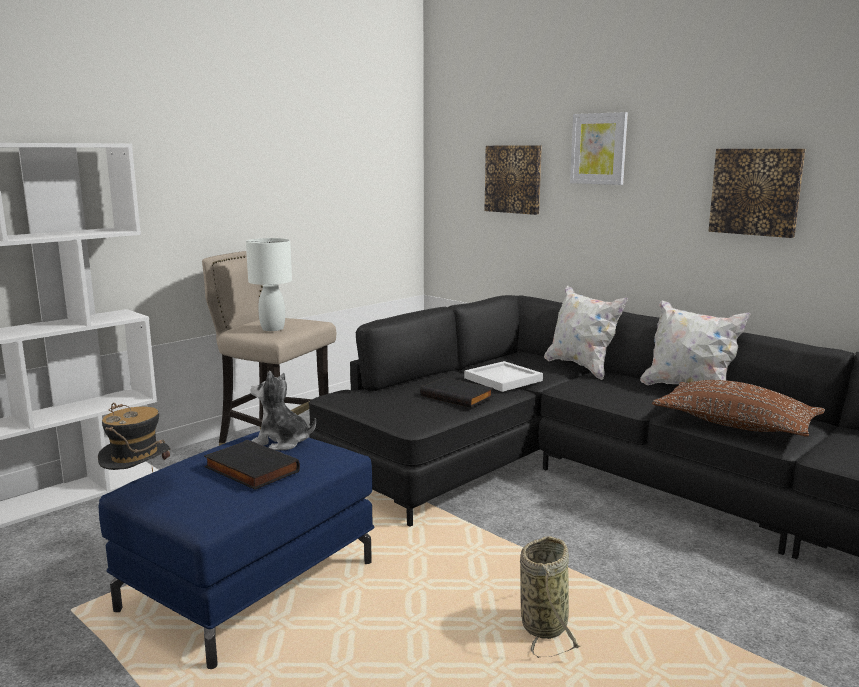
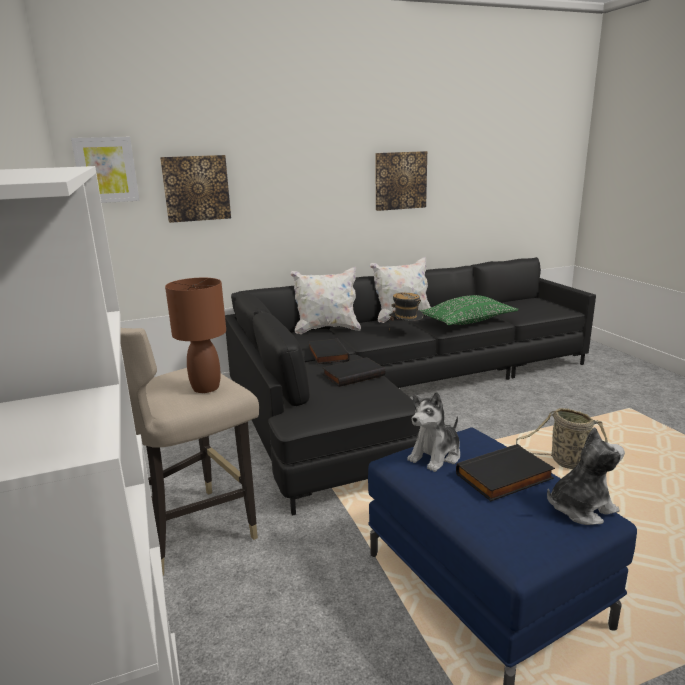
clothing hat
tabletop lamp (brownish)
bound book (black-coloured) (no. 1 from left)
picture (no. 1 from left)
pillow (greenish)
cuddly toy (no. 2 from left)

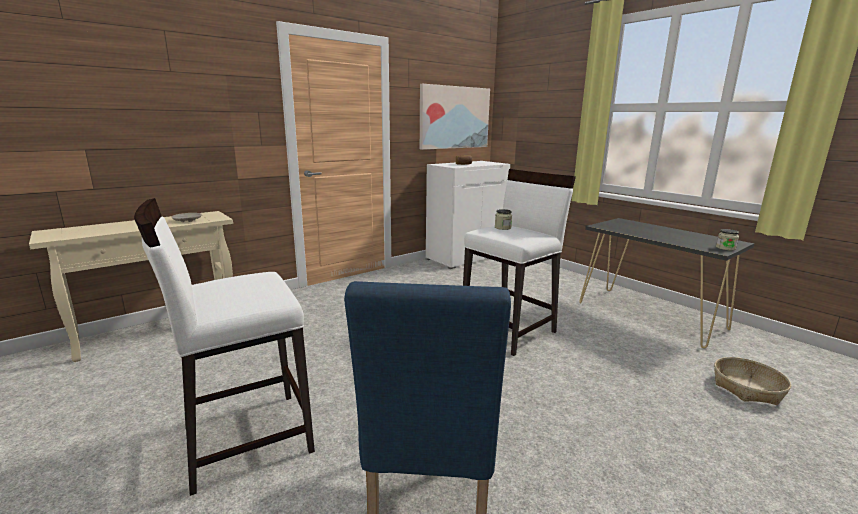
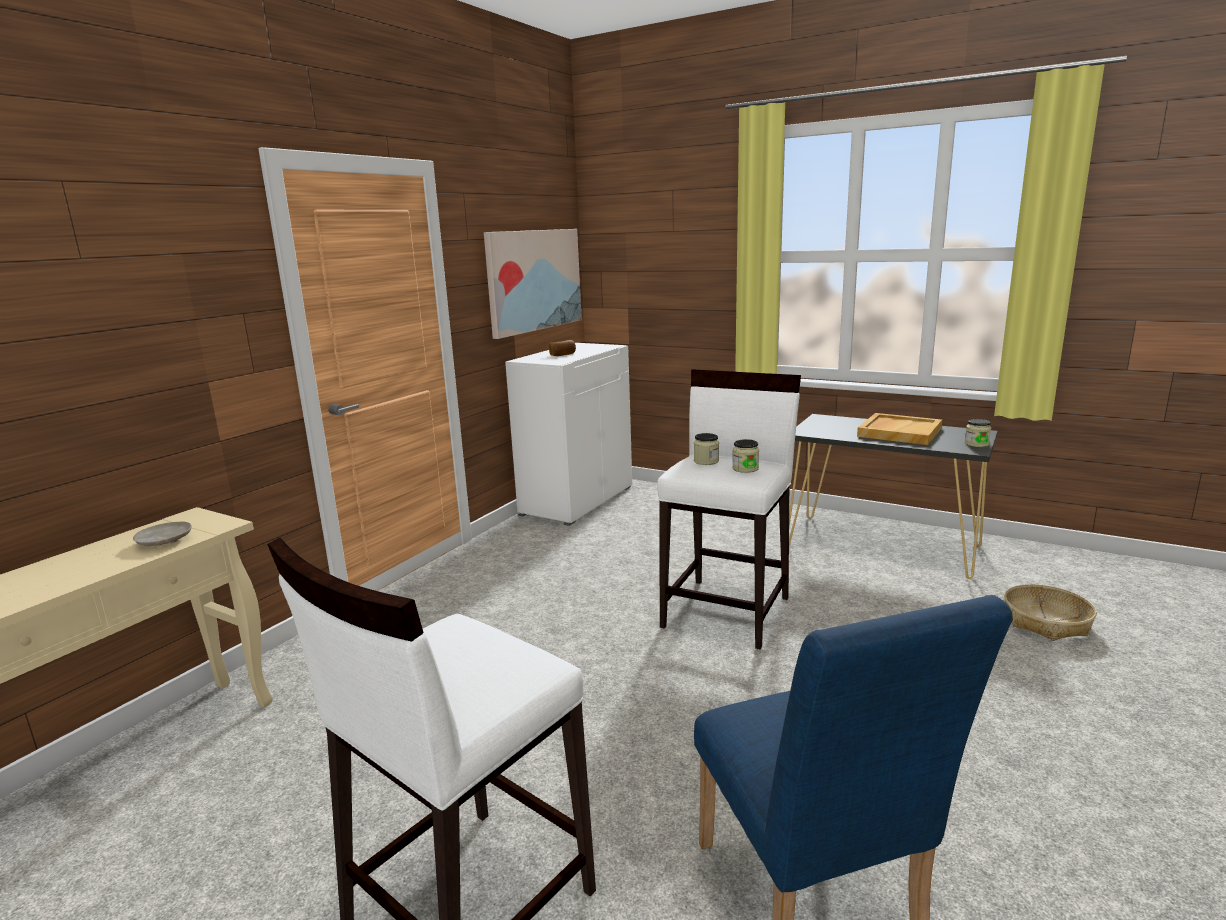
preserve jar (no. 2 from left)
serving tray (beige-coloured)

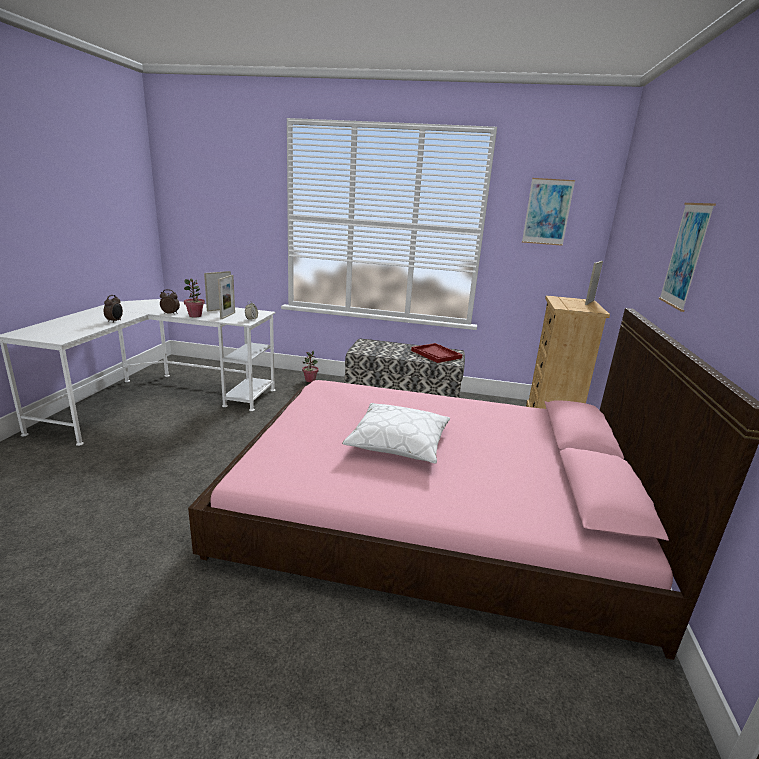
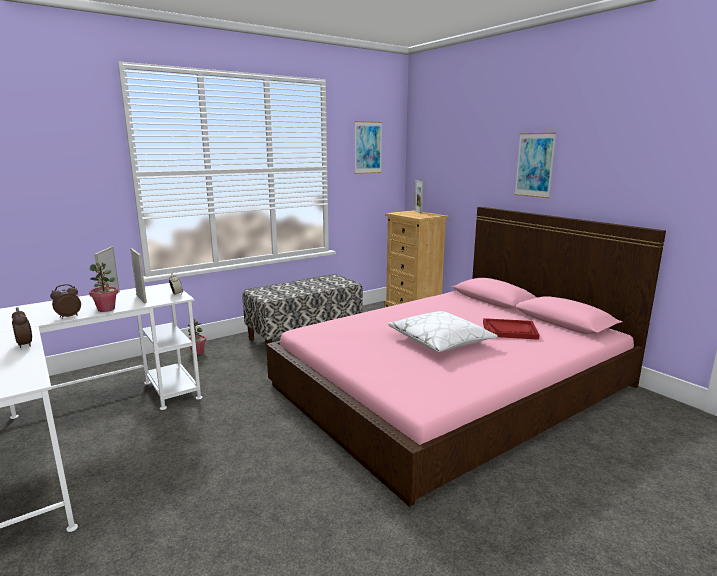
serving tray (red-coloured)

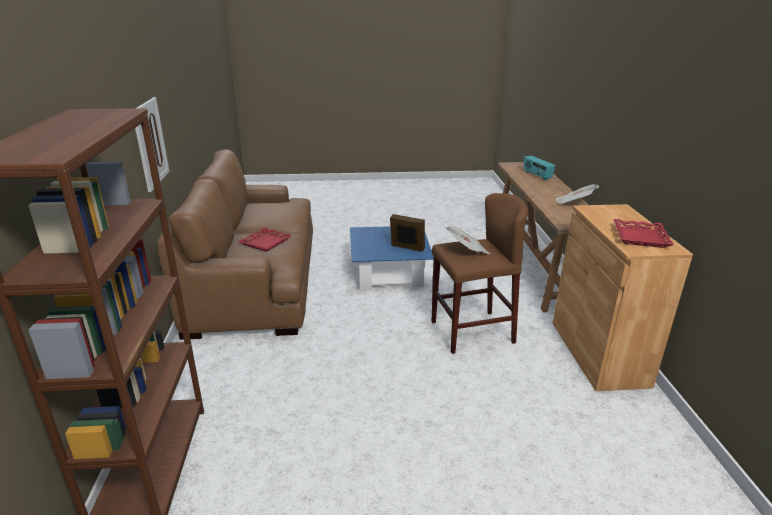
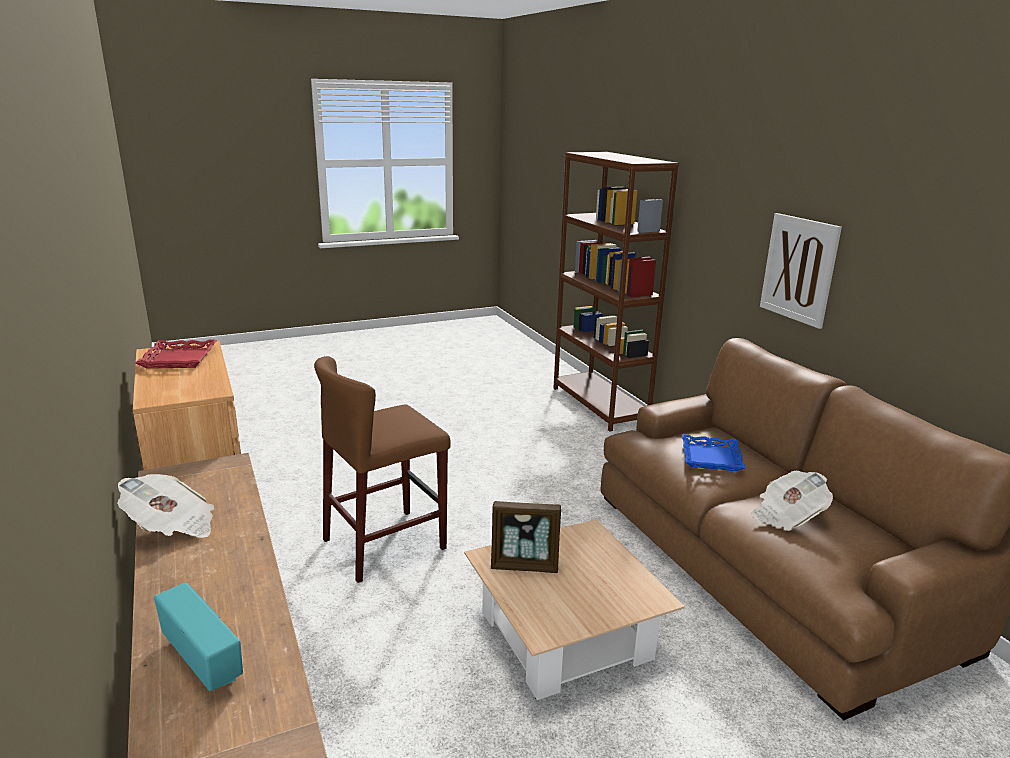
serving tray (bluish)
coffee table (beige-coloured)
printed paper (no. 2 from left)

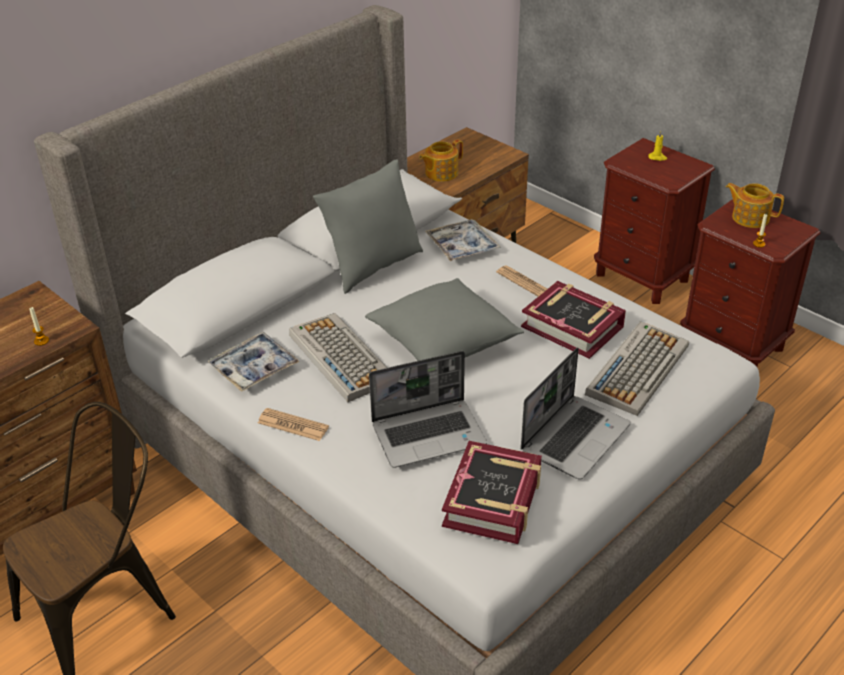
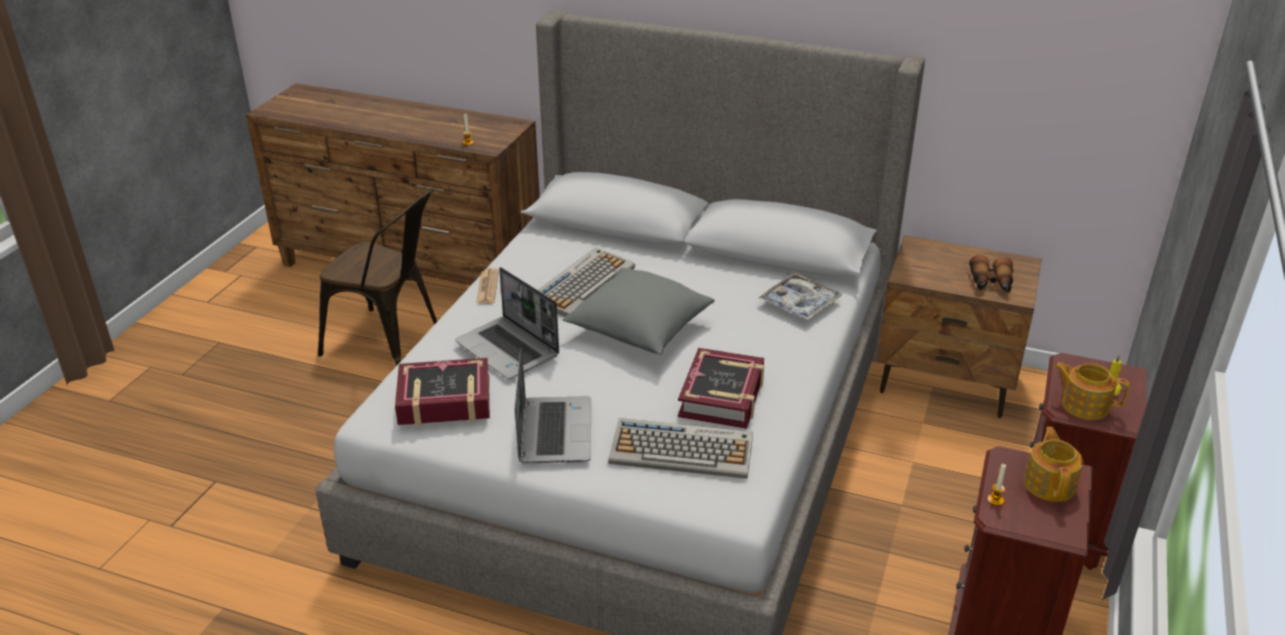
serving tray (no. 1 from left in the first image)
pillow (grey) (no. 1 from left in the first image)
pot for tea (no. 2 from left)
printed paper (no. 2 from left in the first image)
laptop (no. 2 from left)
field glasses

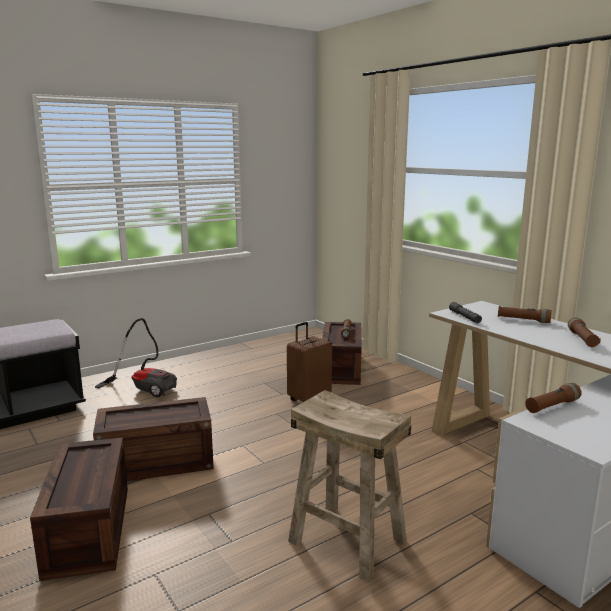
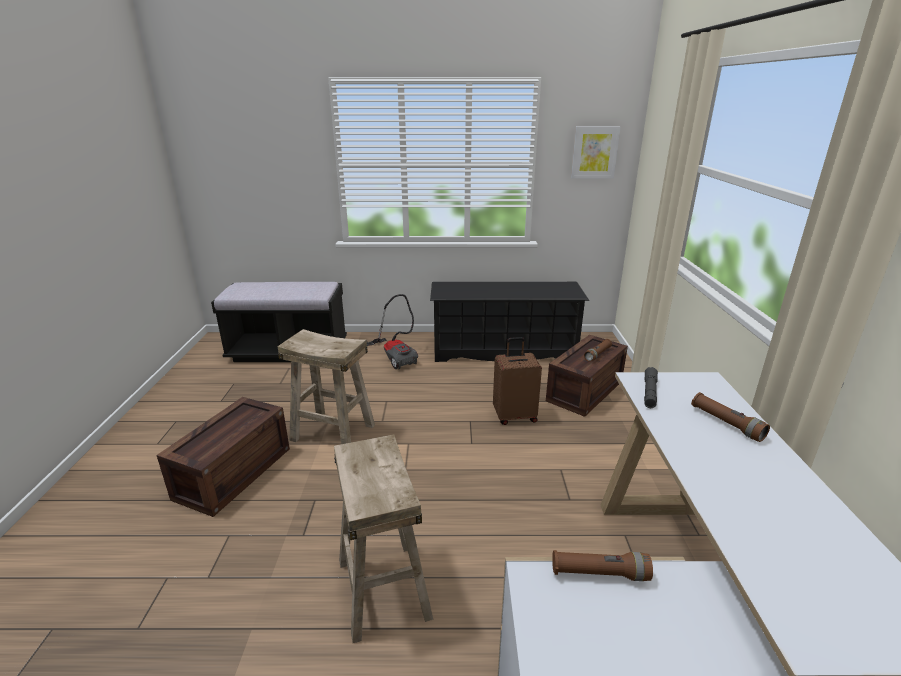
stool seat (beige-coloured) (no. 1 from left)
torch (brownish) (no. 4 from left in the first image)
shoe shelf (black-coloured)
picture

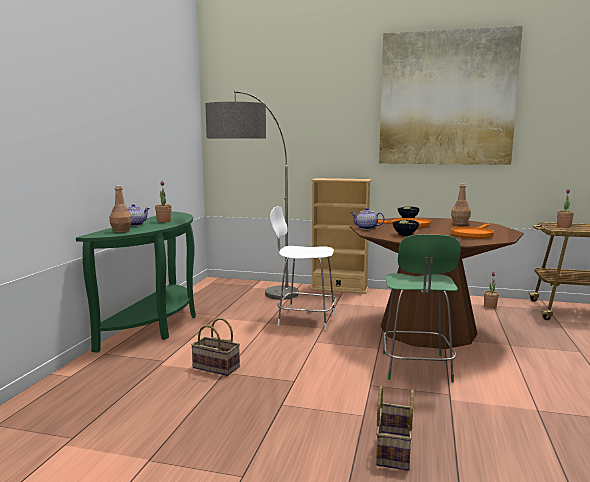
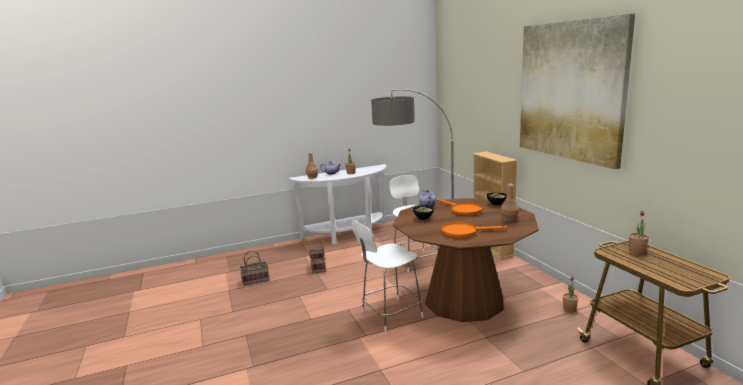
narrow table (whitish)
storage basket (no. 1 from left)
stool seat (whitish) (no. 1 from left)

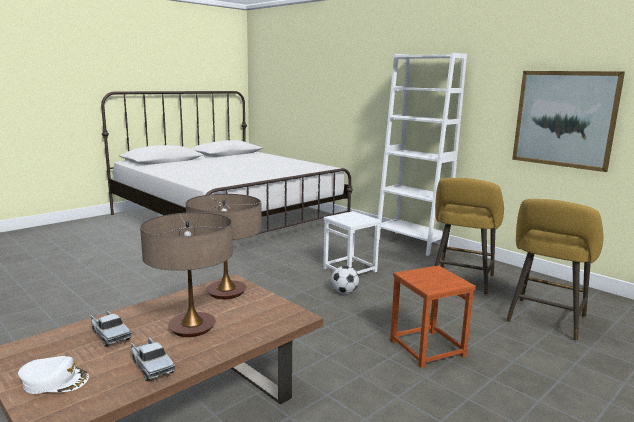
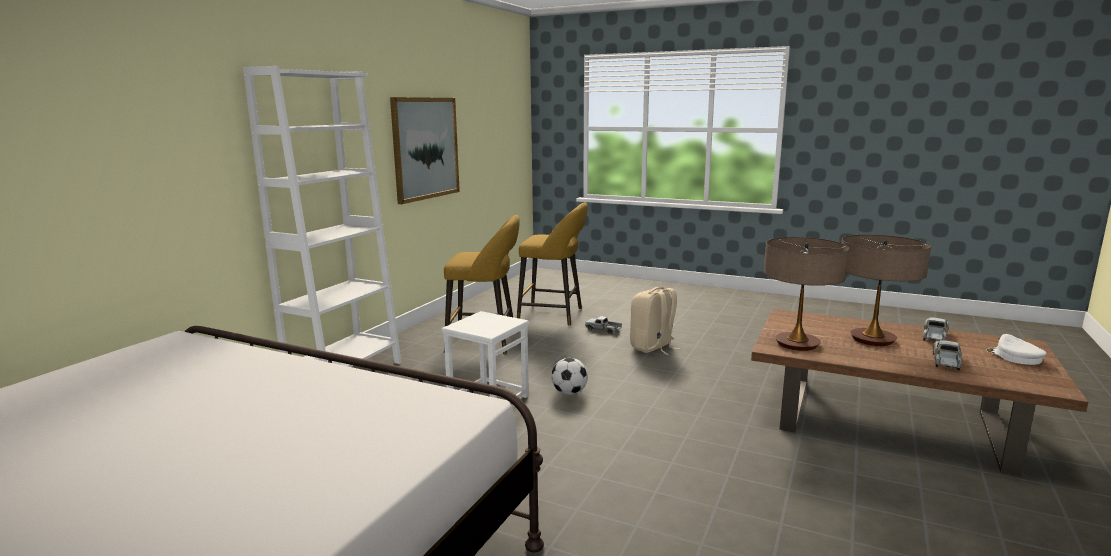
rucksack (beige-coloured)
toy truck (no. 1 from left)

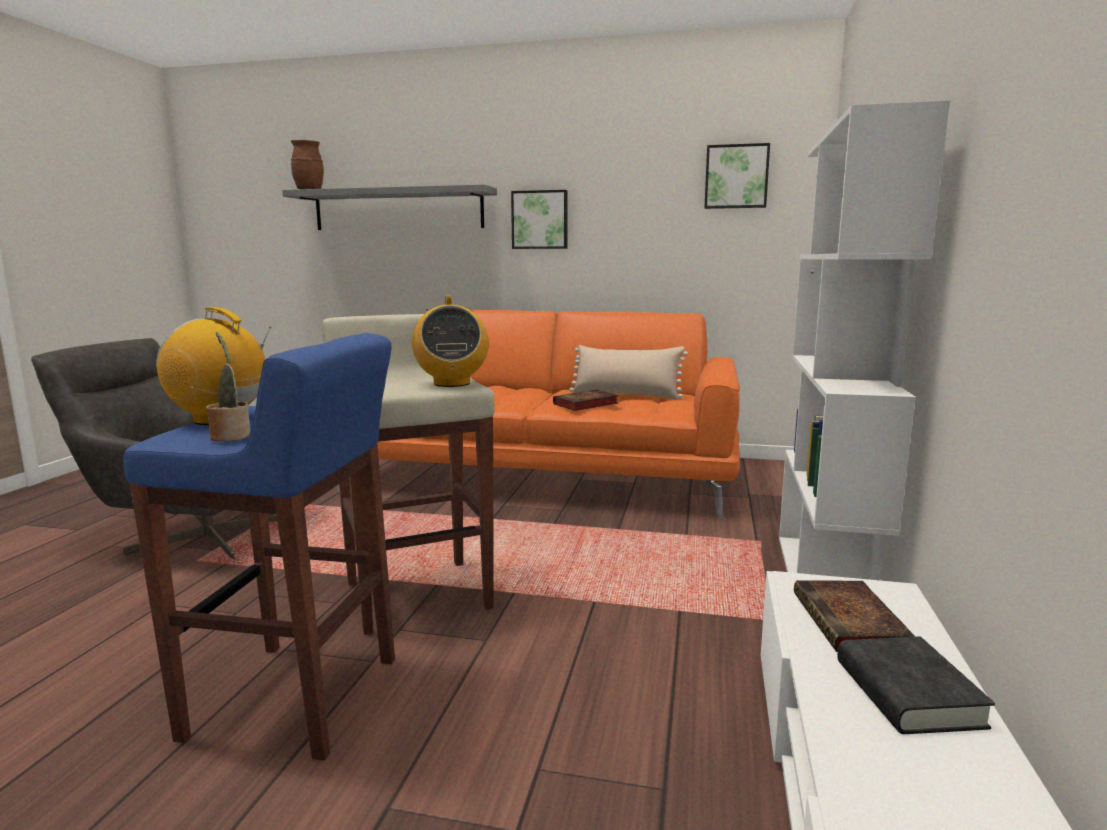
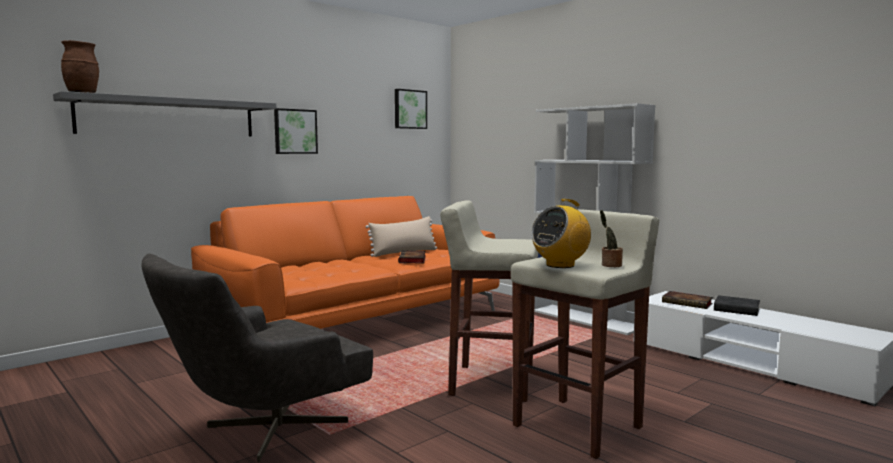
stool seat (beige-coloured) (no. 2 from left)
radio set (no. 2 from left in the first image)

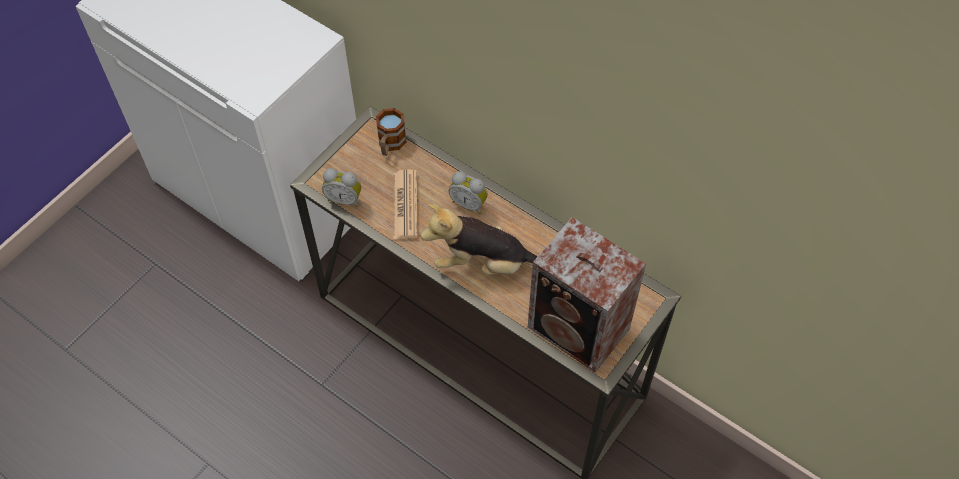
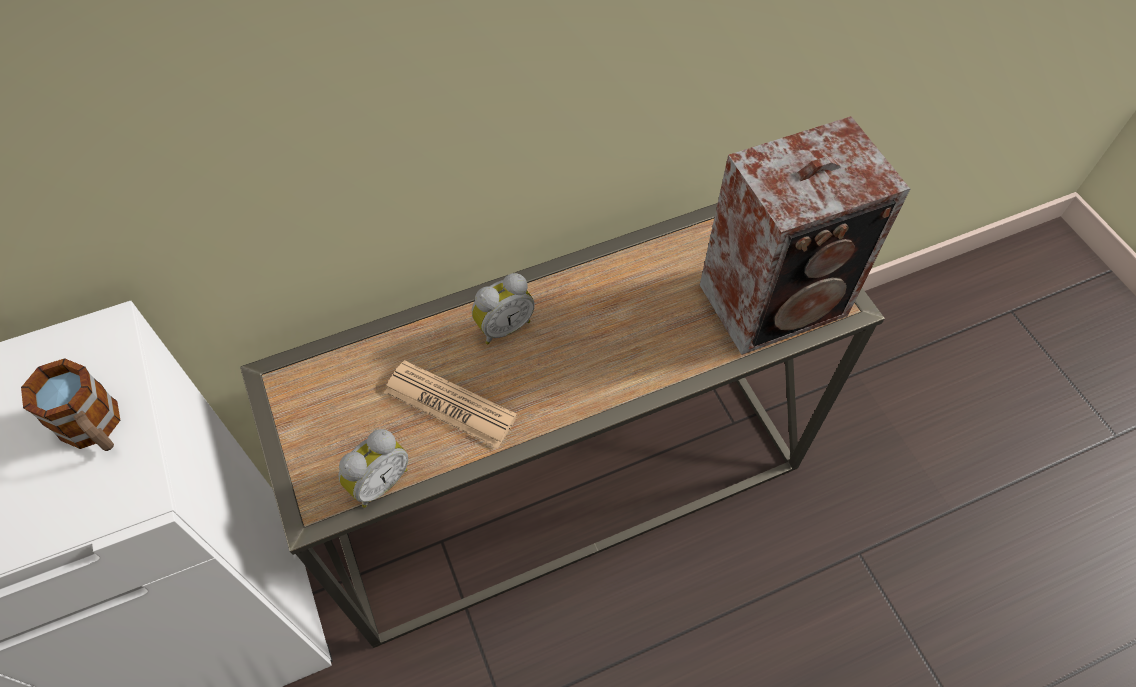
mug
cuddly toy

